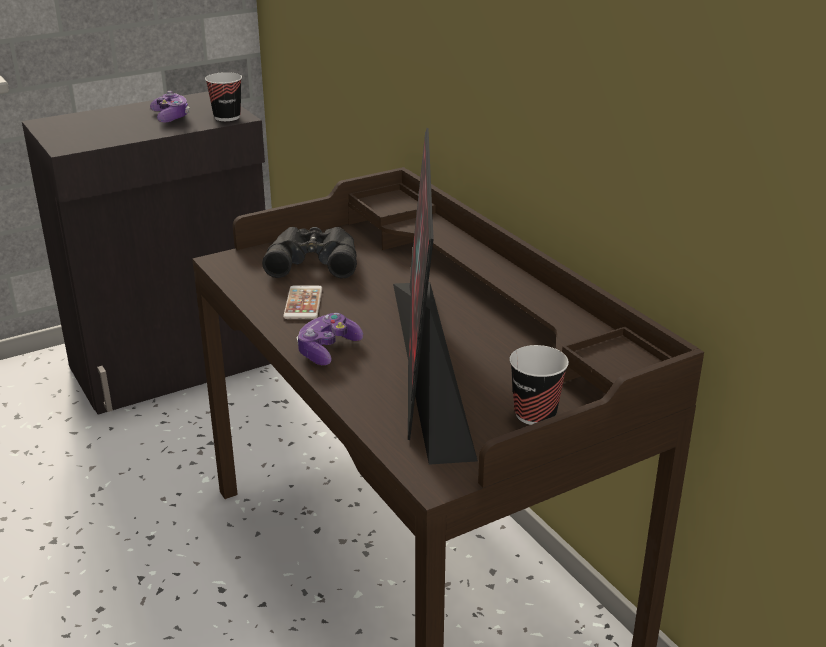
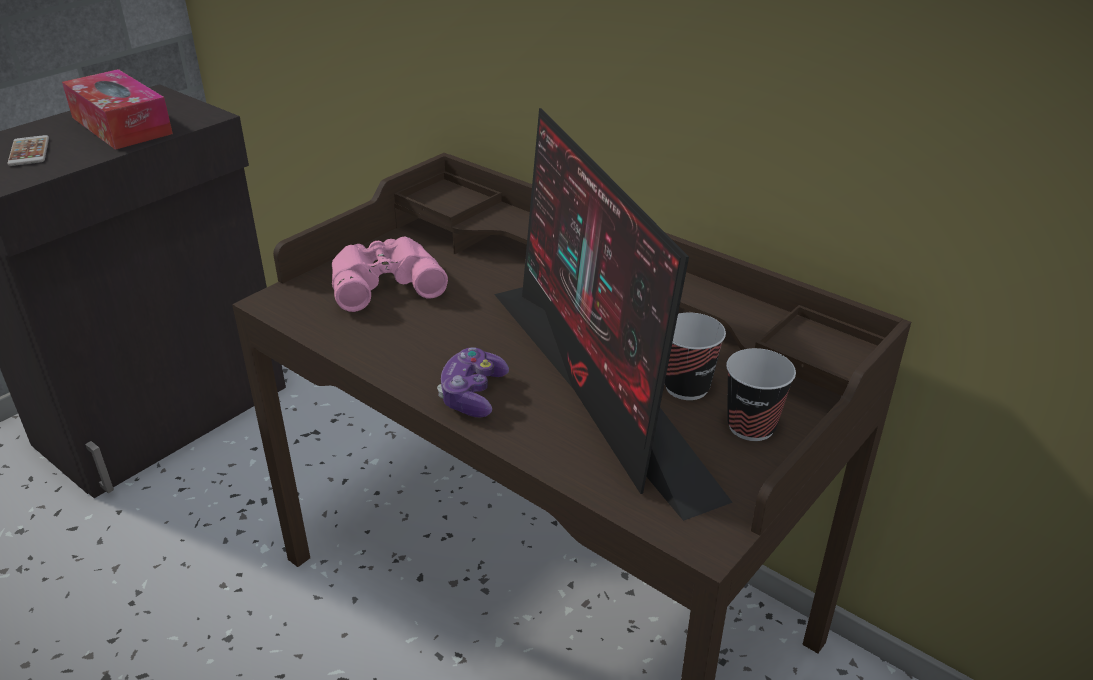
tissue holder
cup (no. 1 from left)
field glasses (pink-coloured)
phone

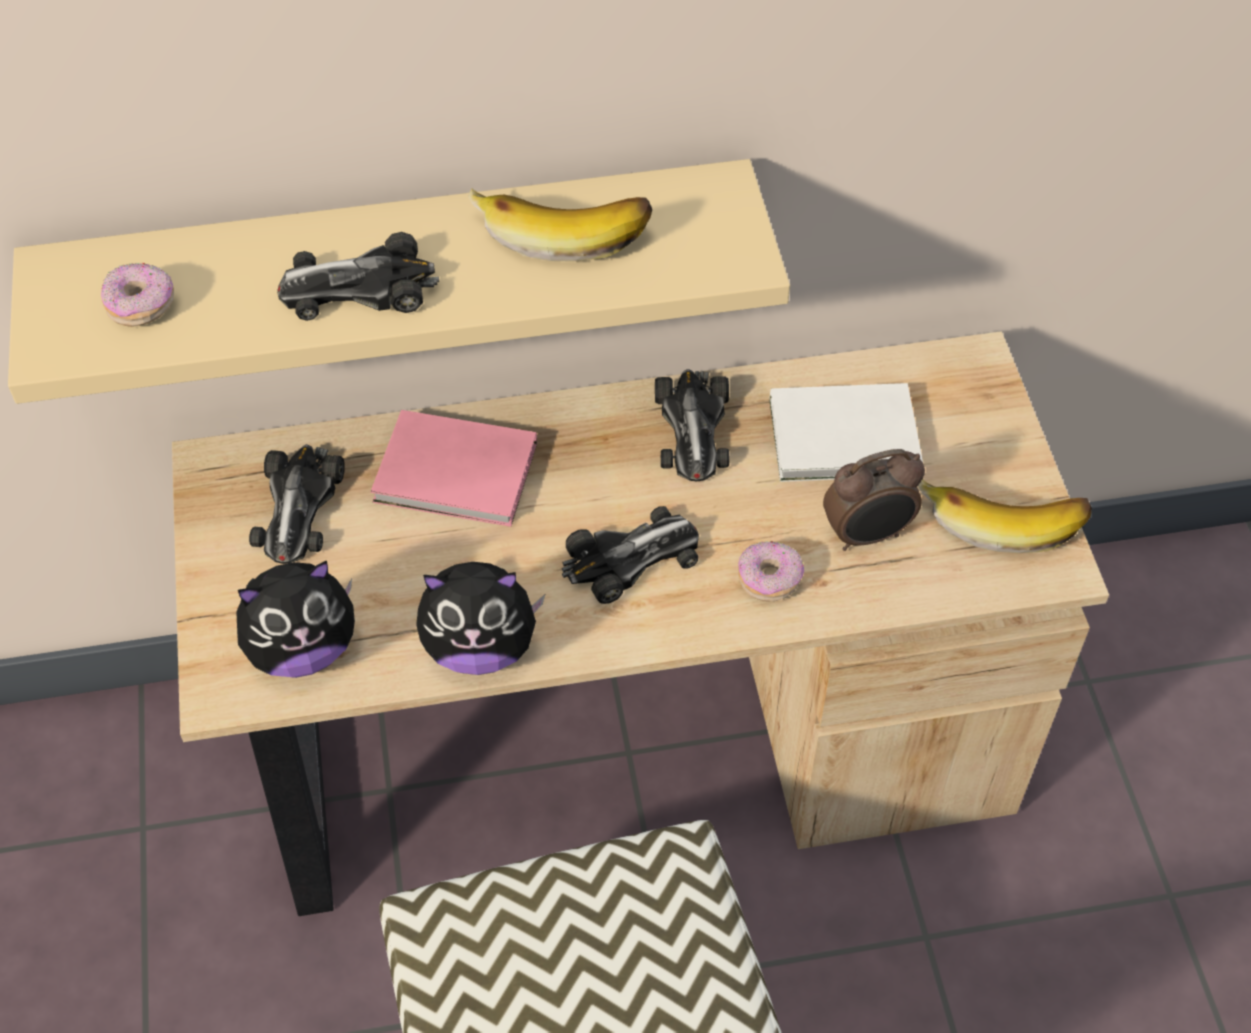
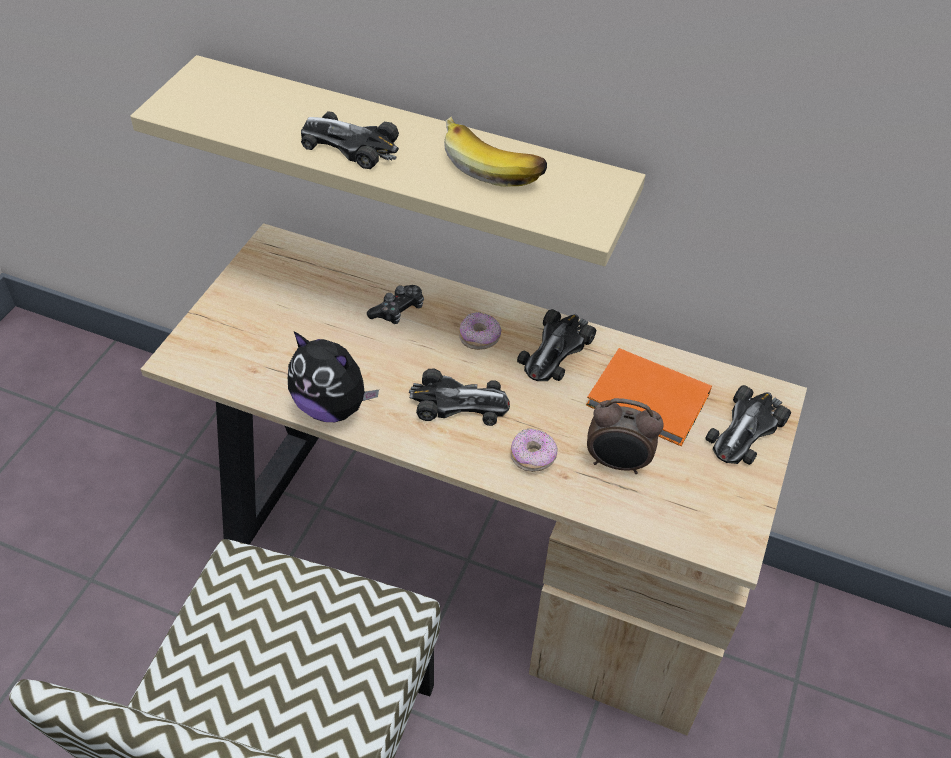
doughnut (no. 1 from left)
cuddly toy (no. 1 from left in the first image)
model car (no. 4 from left)
joypad
bound book (orange-coloured)
banana (no. 2 from left in the first image)

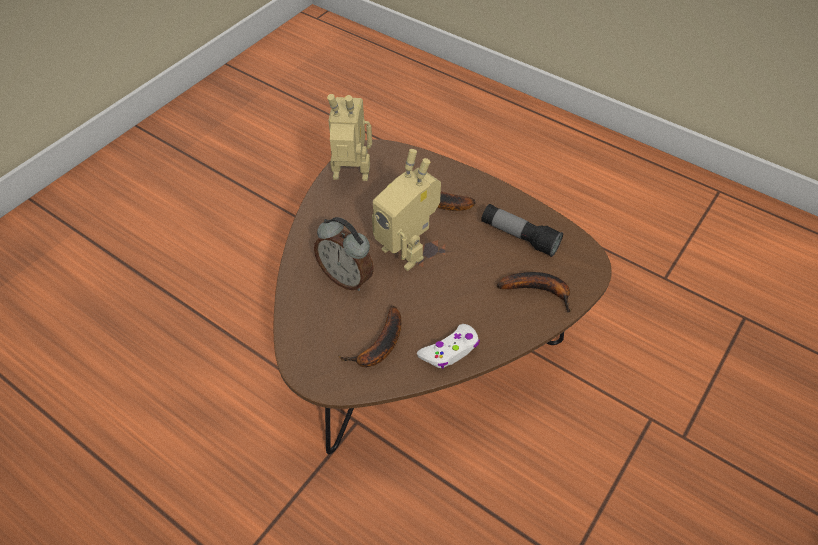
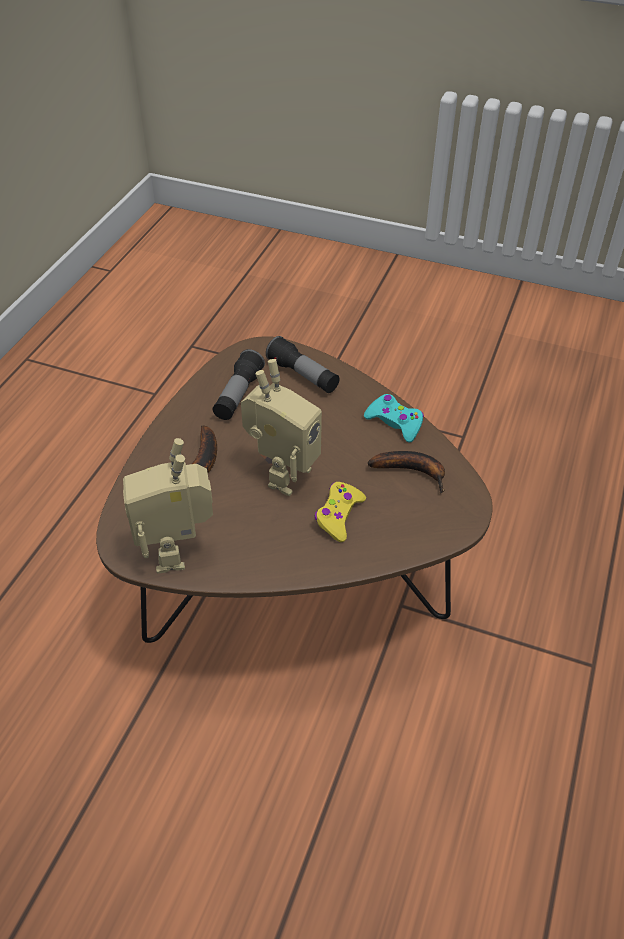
joypad (yellow-coloured)
joypad (turquoise-coloured)
torch (no. 2 from left)

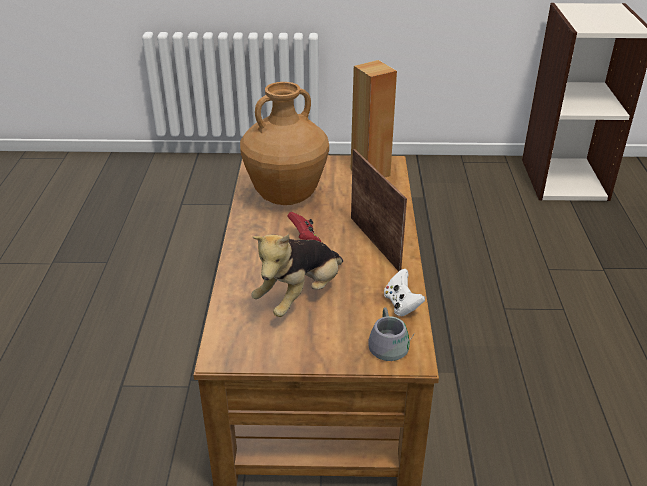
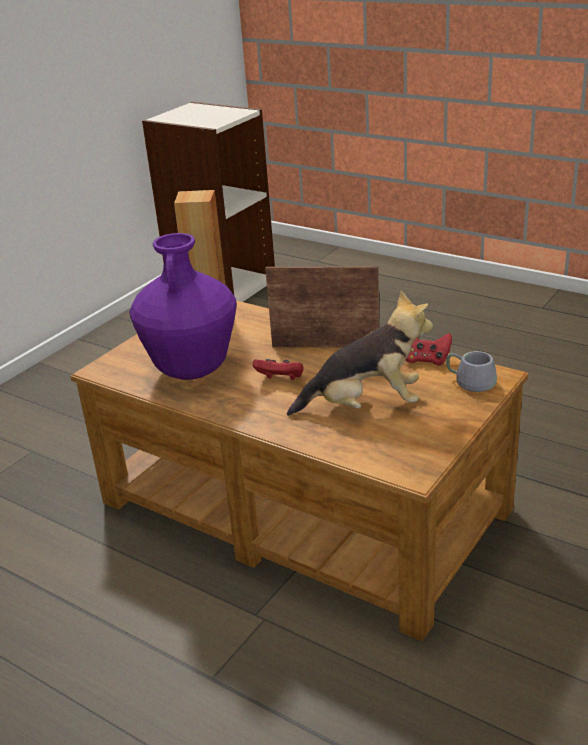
vase (purplish)
cuddly toy
joypad (red-coloured) (no. 2 from left)

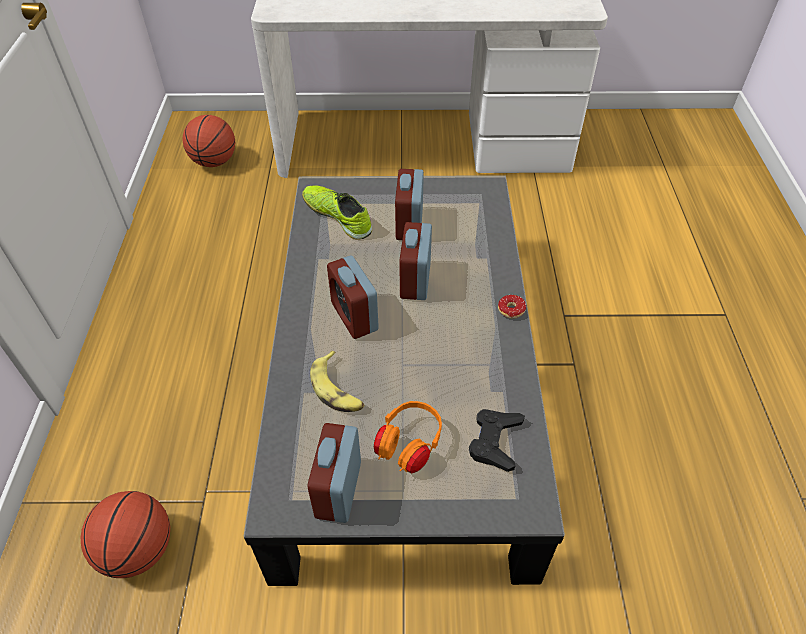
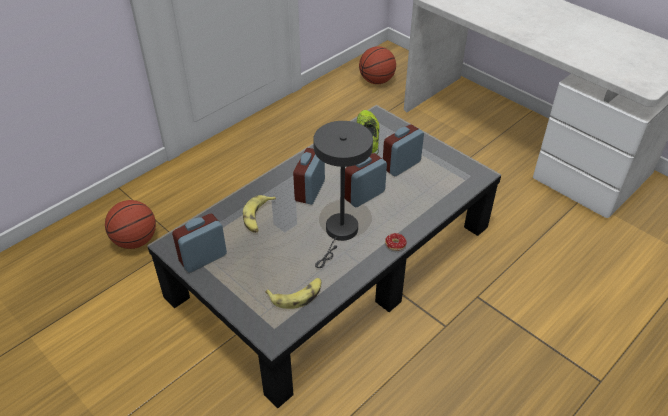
headphones (orange-coloured)
banana (no. 2 from left)
tabletop lamp (grey)

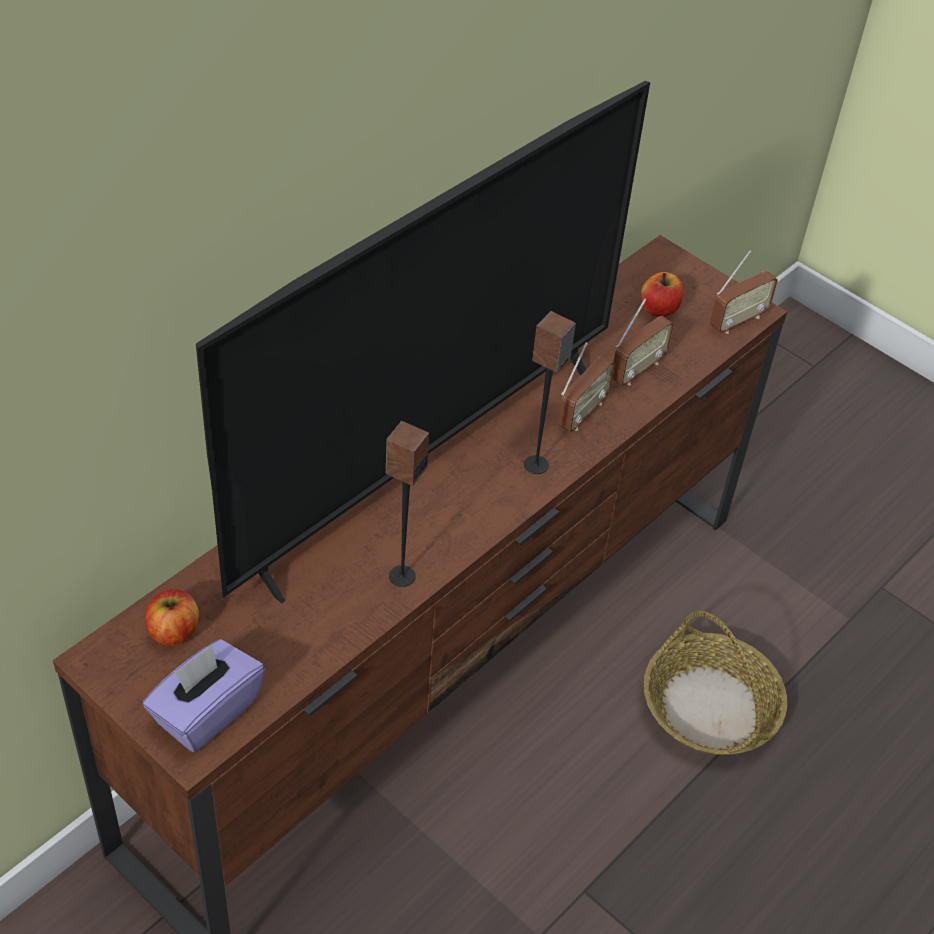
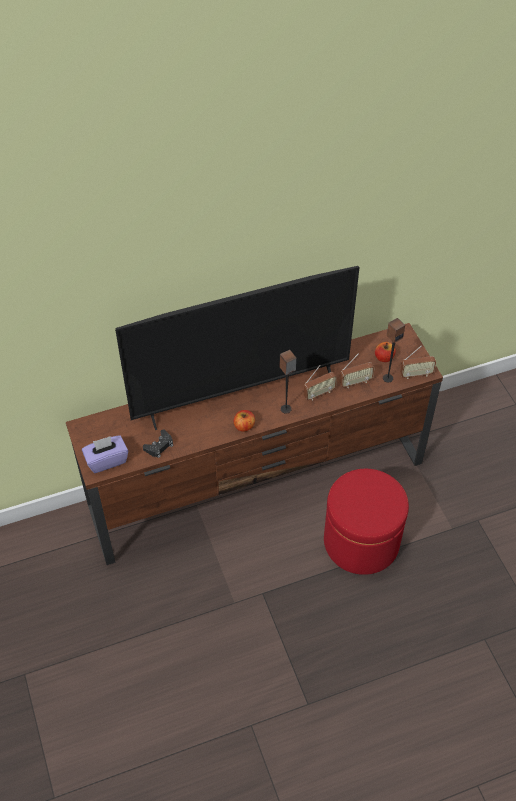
whole apple (no. 1 from left)
loudspeaker (no. 2 from left)
ottoman (red-coloured)
joypad (black-coloured)

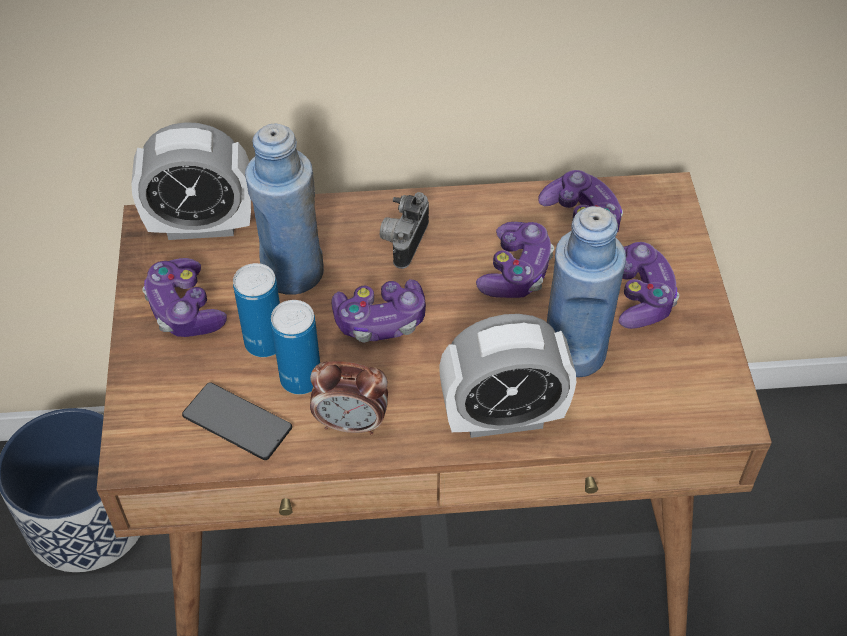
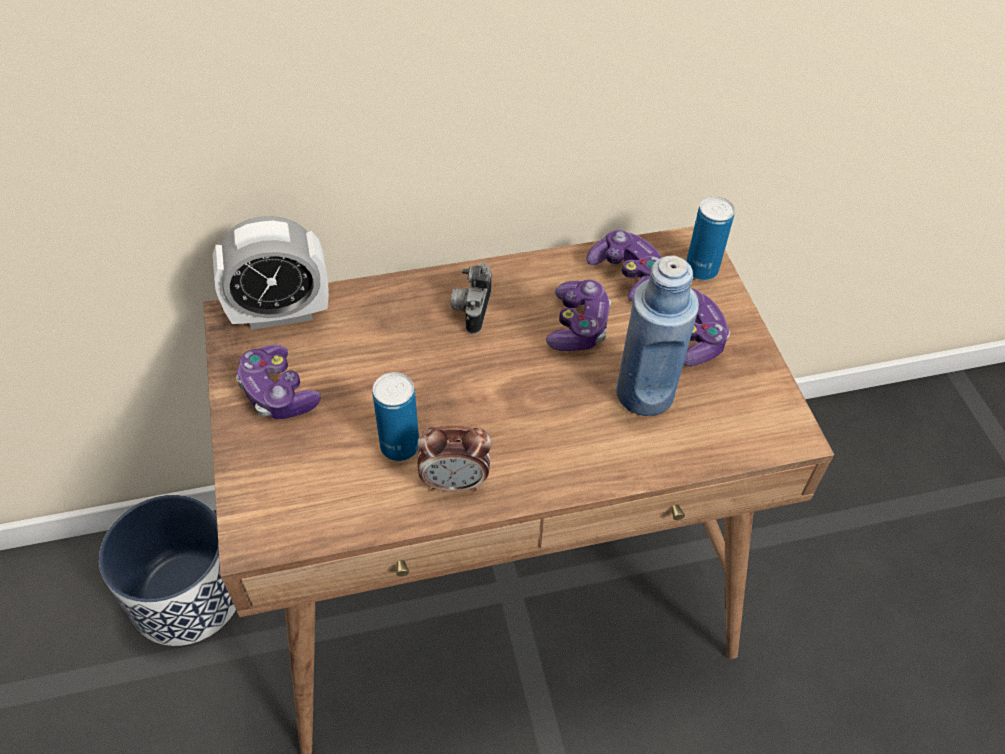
phone
can (no. 2 from left)
beverage bottle (bluish) (no. 1 from left in the first image)
joypad (no. 2 from left in the first image)
table clock (no. 3 from left in the first image)

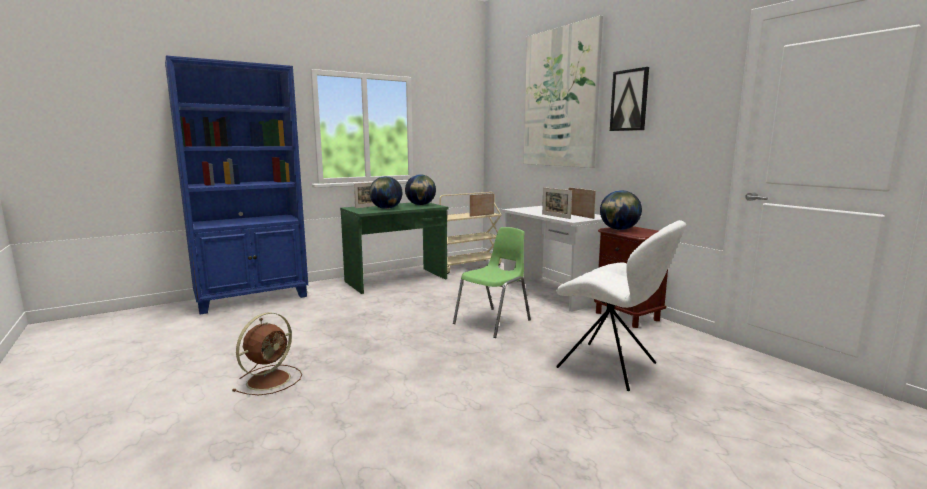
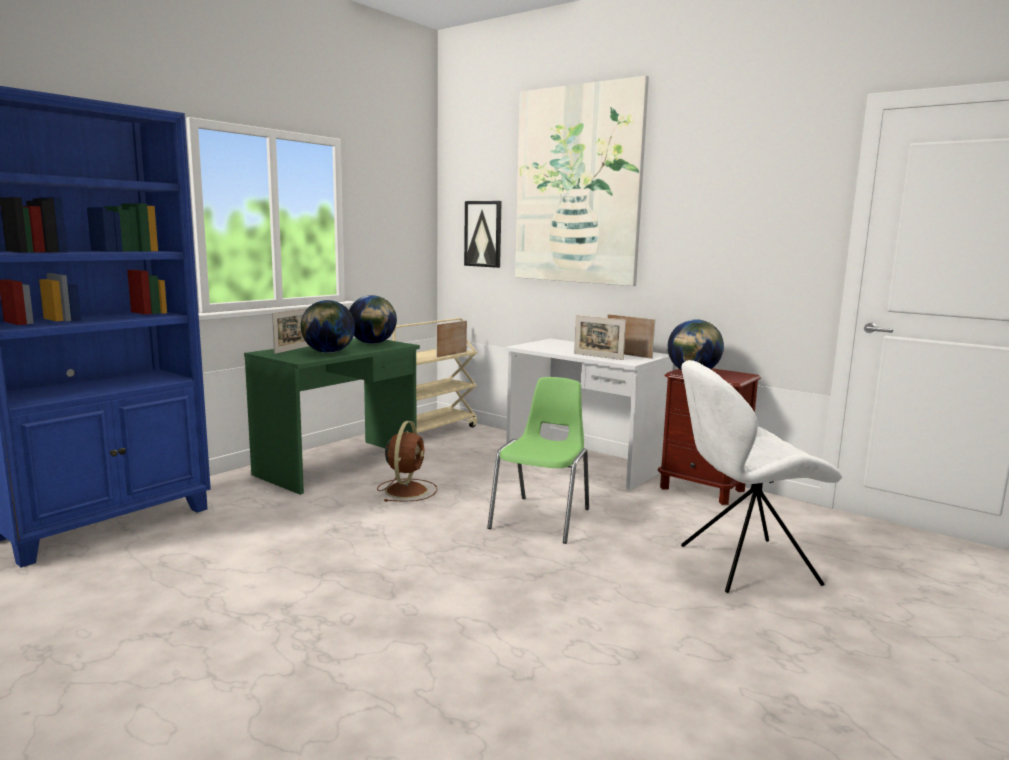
cooling fan (brownish)
plain chair (whitish)
picture (no. 1 from left)

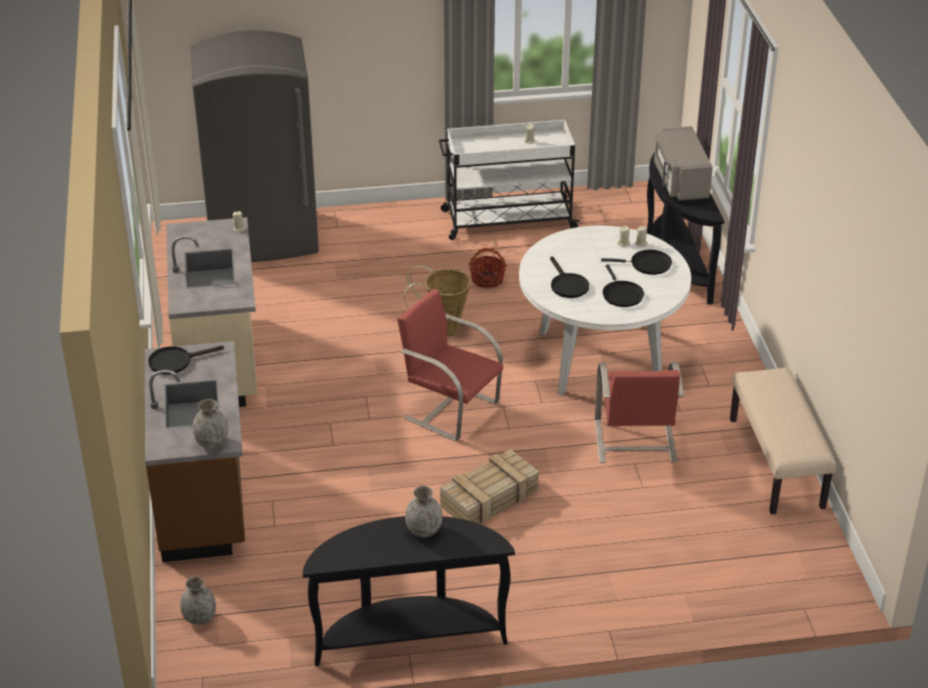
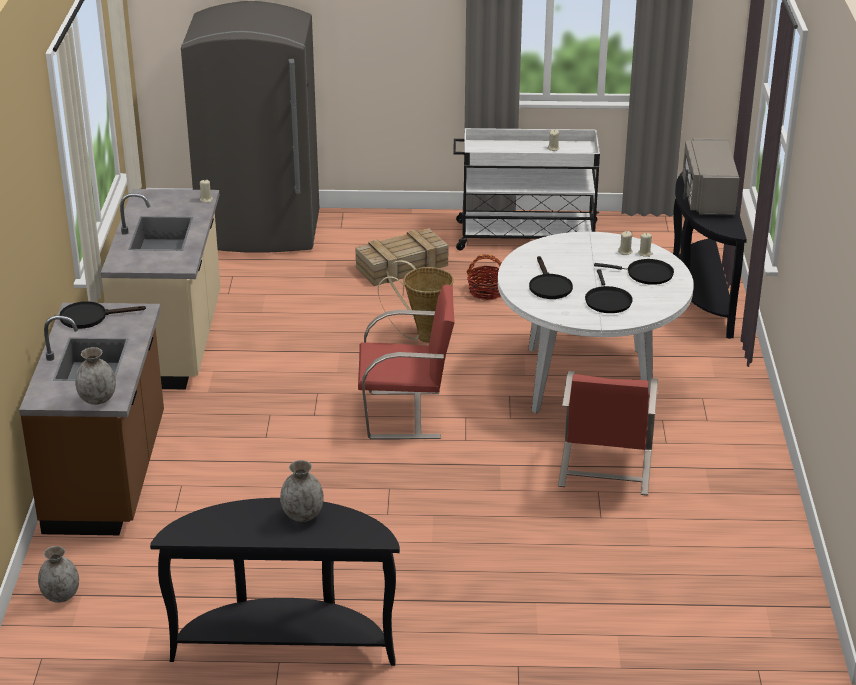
plain chair (red-coloured) (no. 1 from left)
crate
long seat (beige-coloured)

